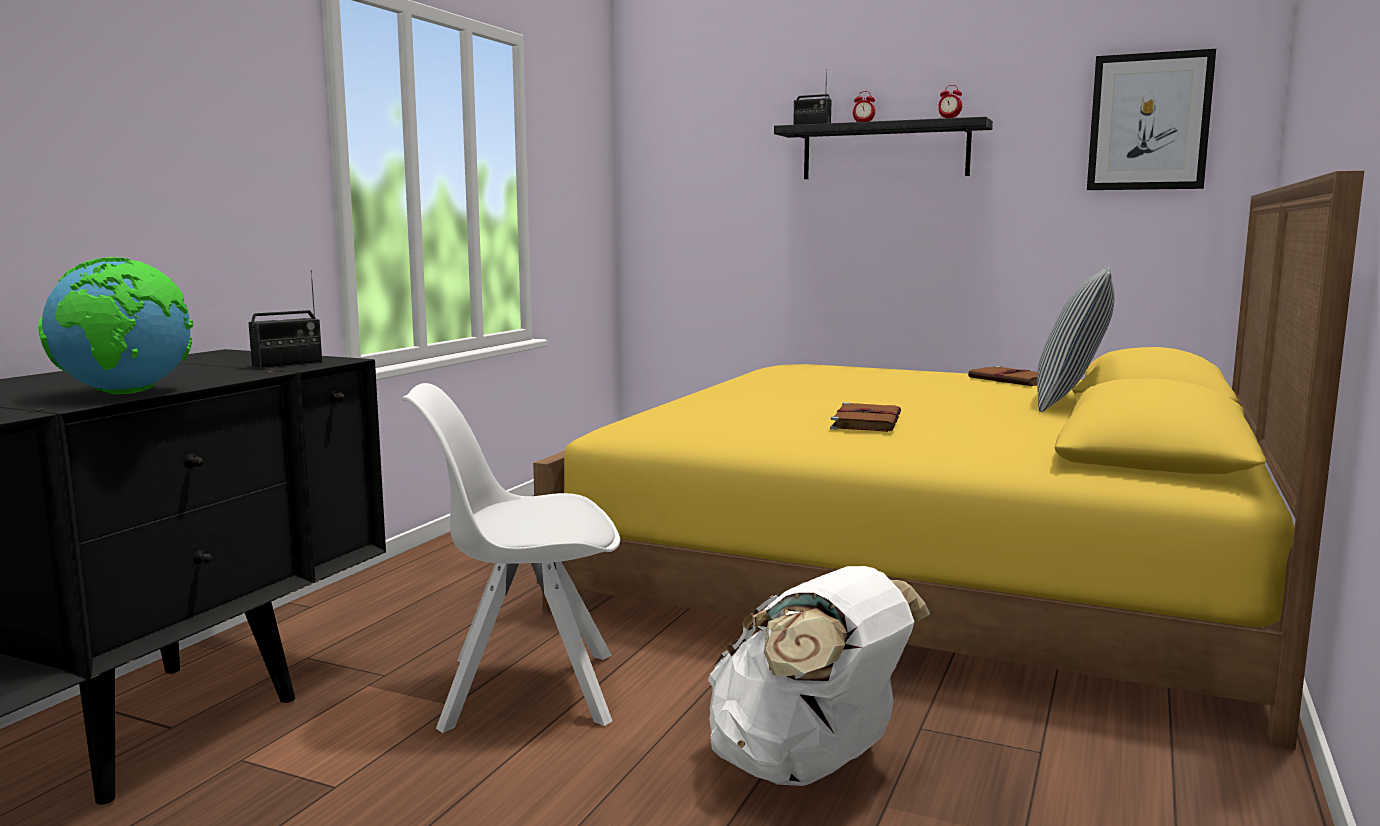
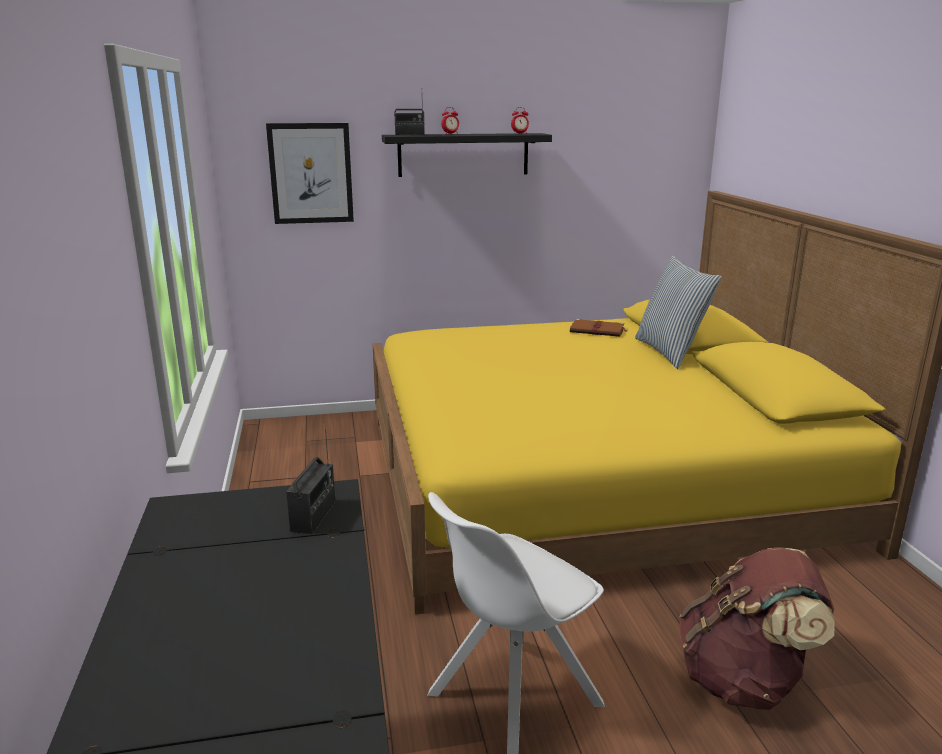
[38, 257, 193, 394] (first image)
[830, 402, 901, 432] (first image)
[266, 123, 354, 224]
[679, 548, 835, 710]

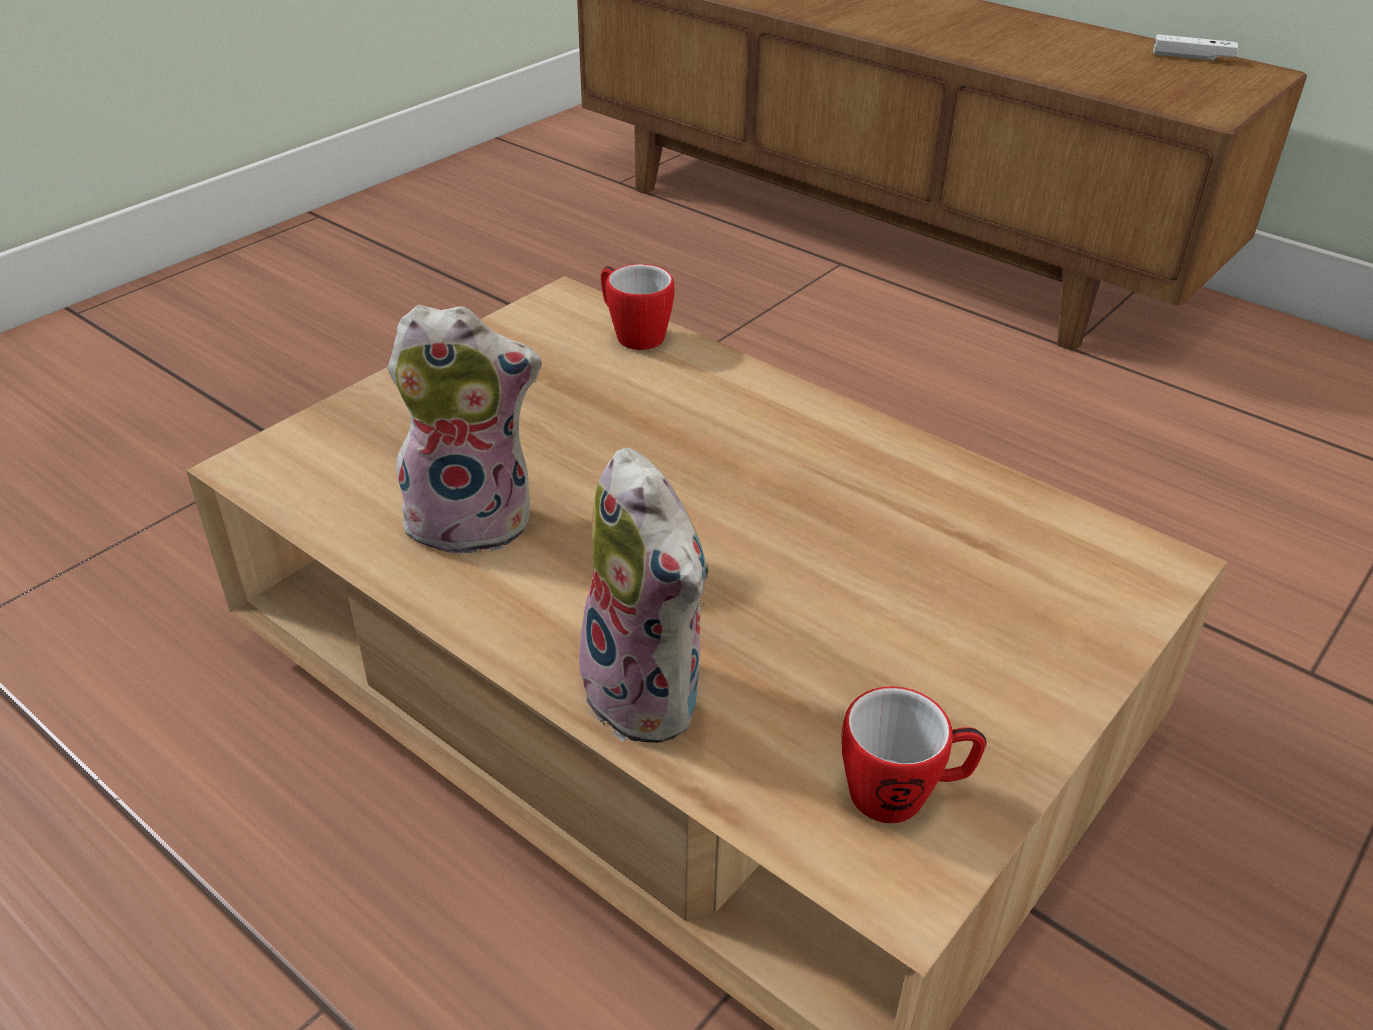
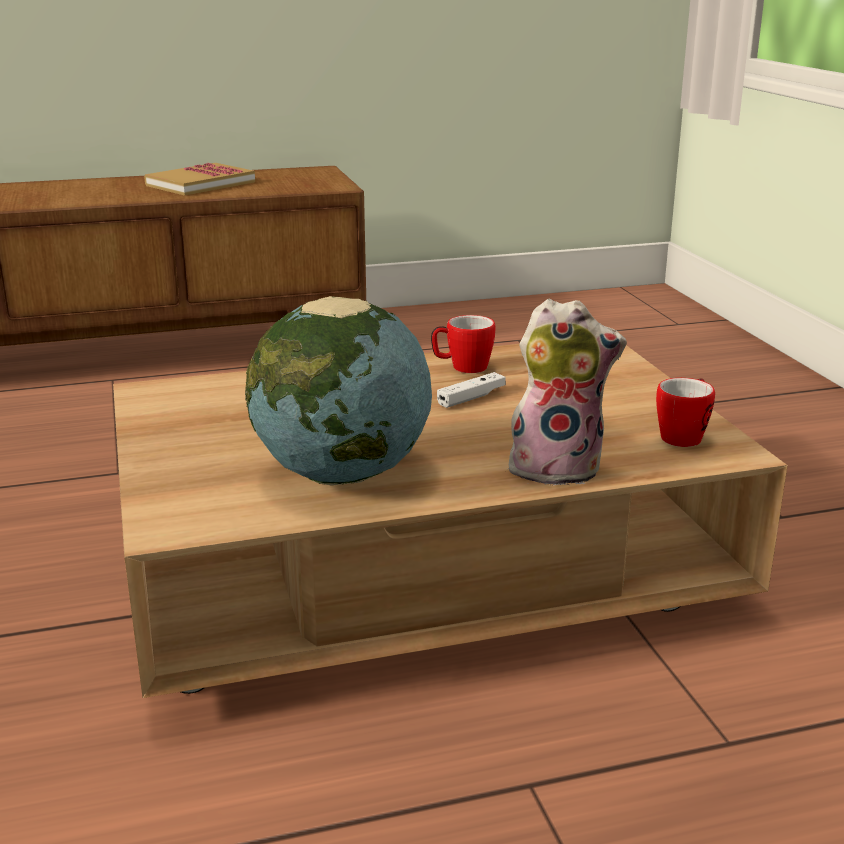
[144, 163, 255, 196]
[431, 315, 495, 373]
[437, 372, 506, 408]
[245, 296, 432, 486]

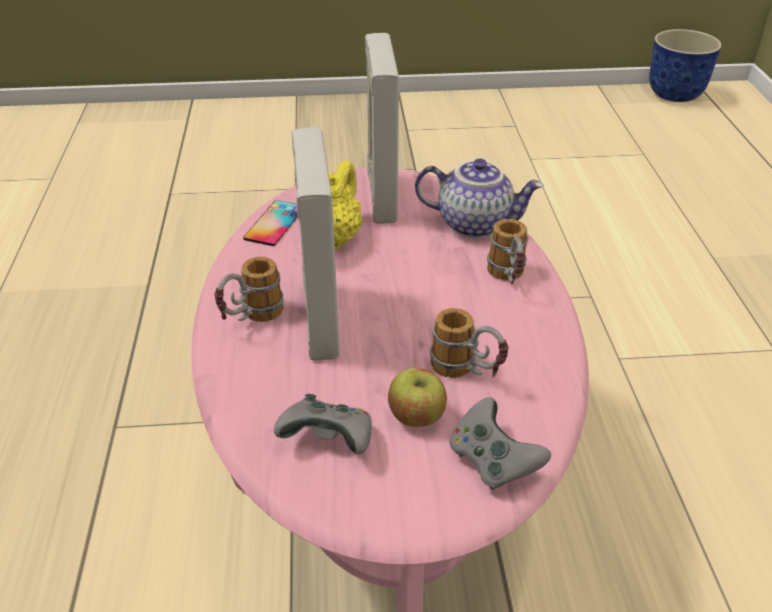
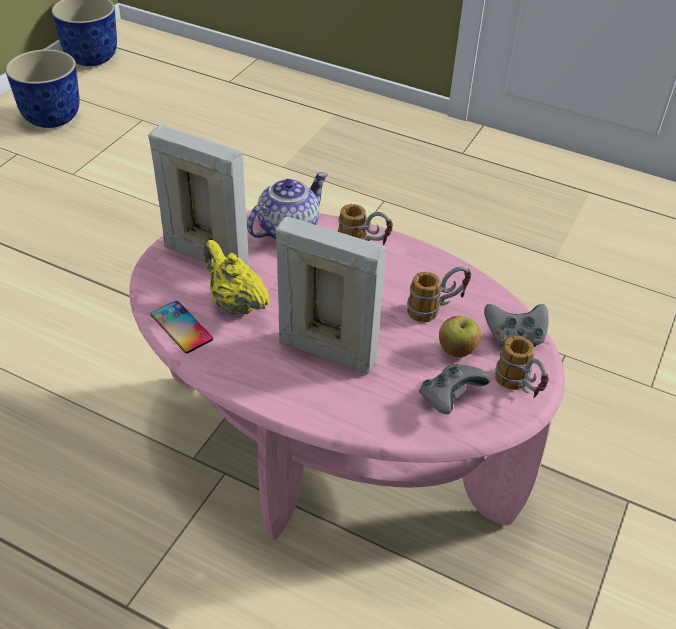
[5, 49, 80, 128]
[495, 336, 549, 399]

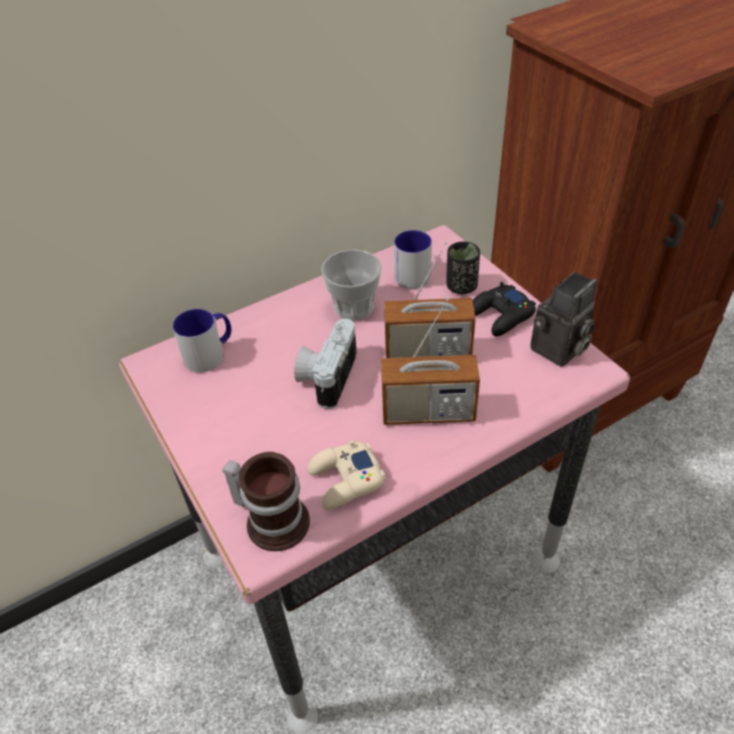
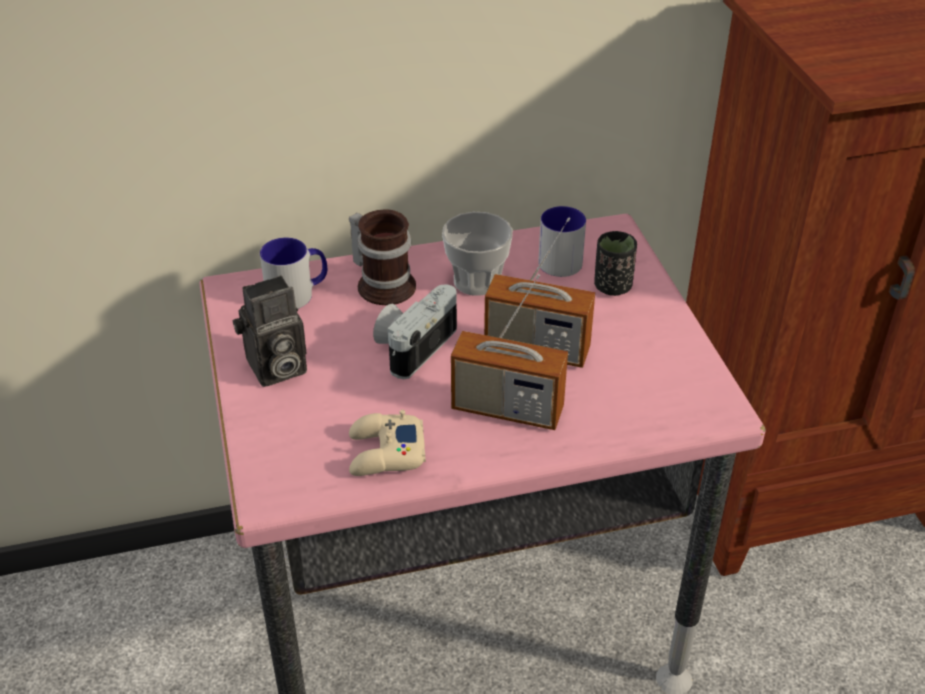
[472, 282, 536, 336] (first image)
[349, 209, 416, 305]
[233, 275, 307, 387]

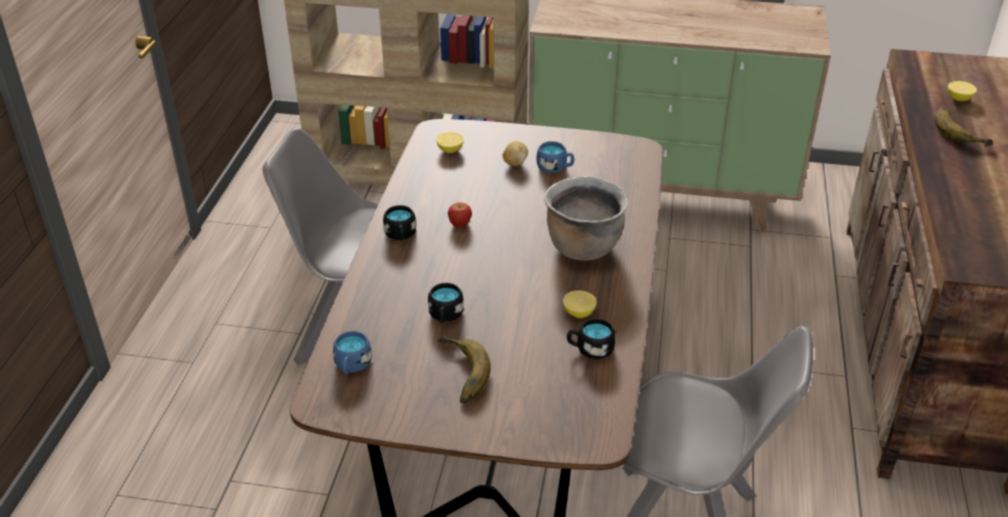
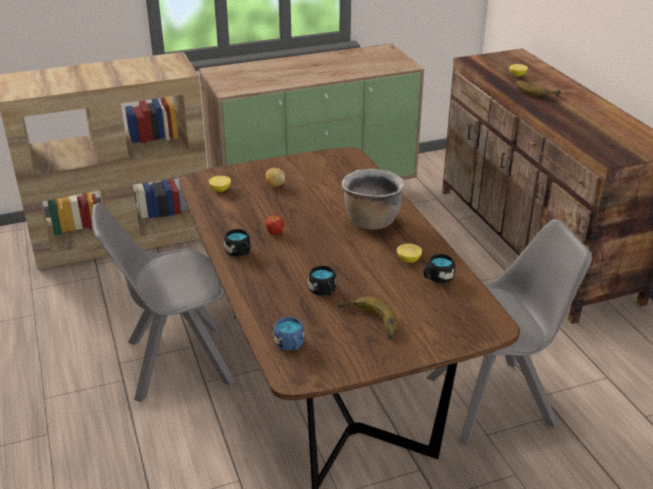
[537, 141, 574, 173] (first image)

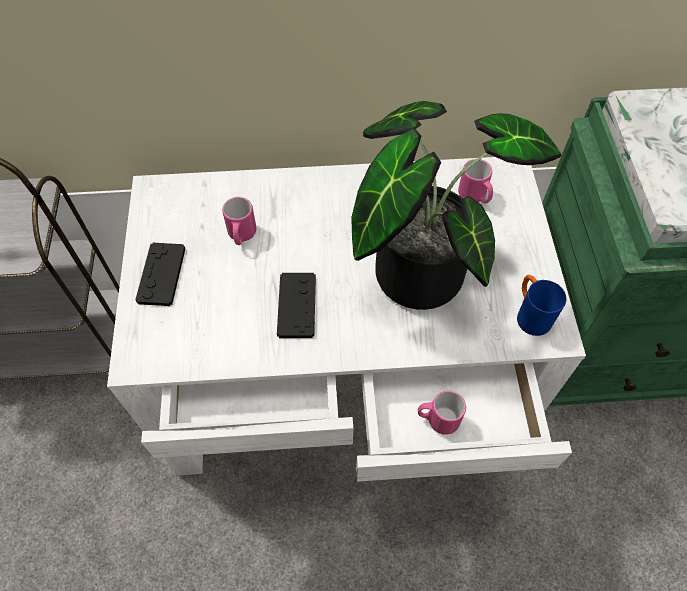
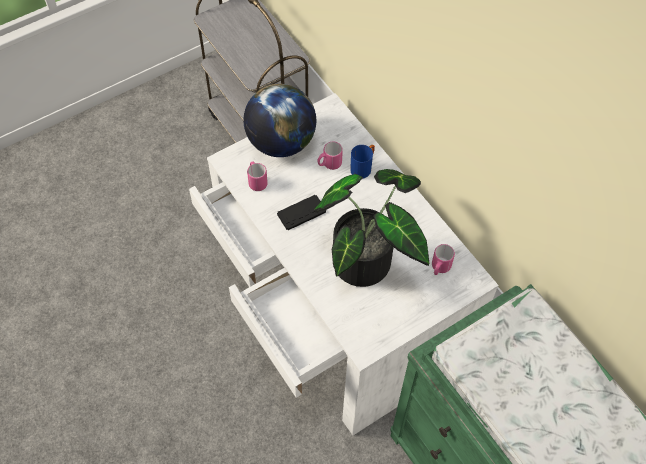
[247, 161, 268, 191]
[350, 145, 375, 179]
[243, 84, 316, 157]

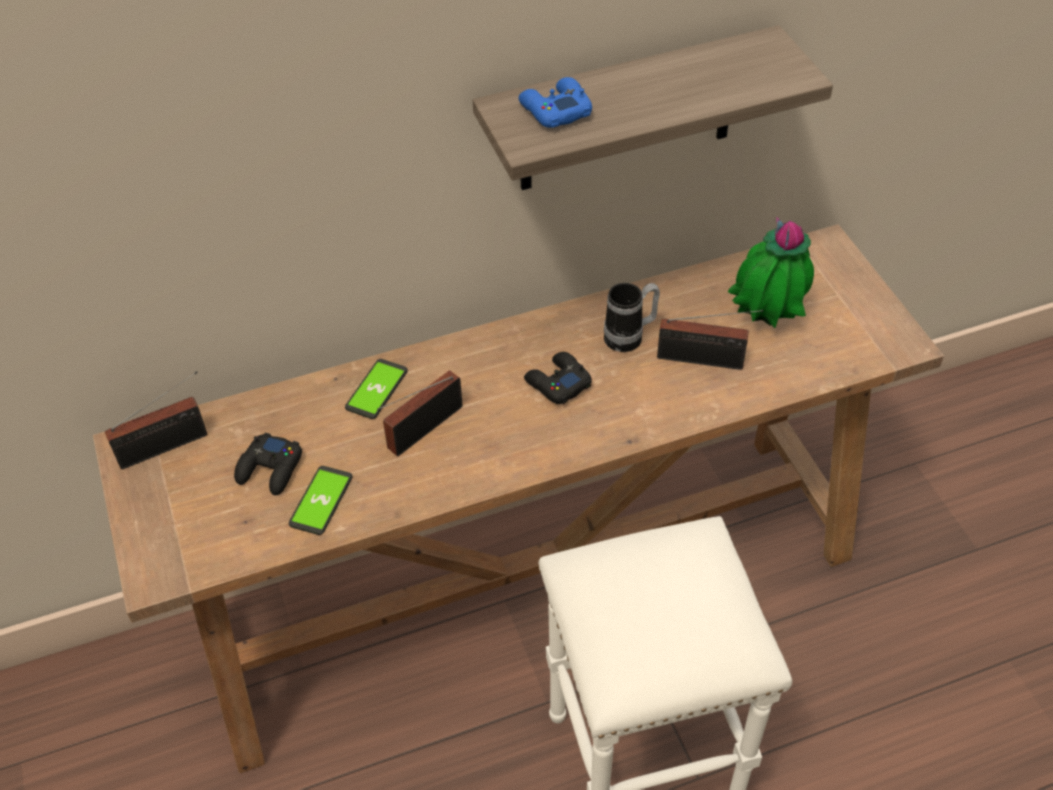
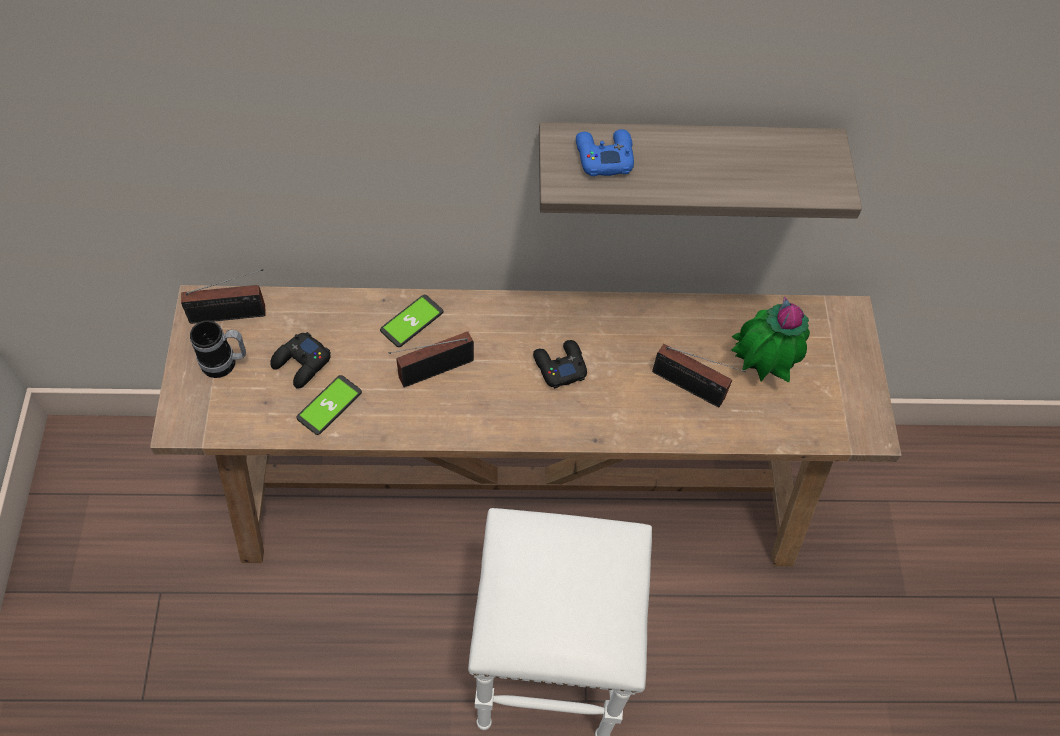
[190, 320, 246, 378]

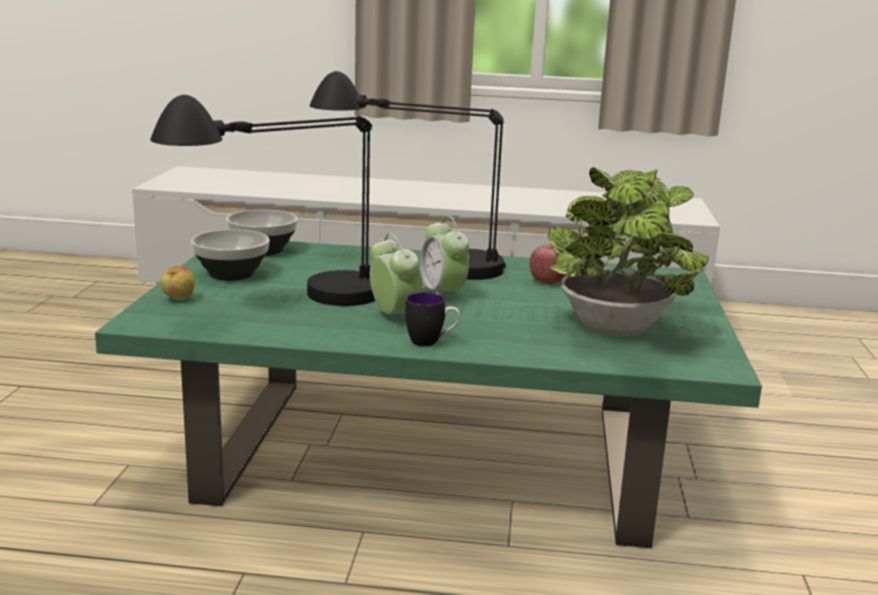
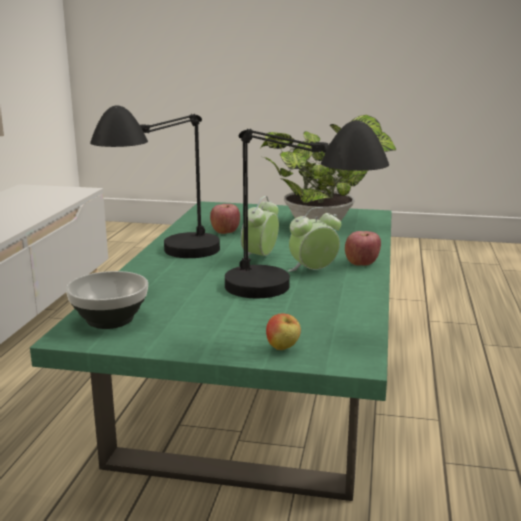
[191, 229, 269, 281] (first image)
[345, 231, 381, 266]
[241, 196, 279, 256]

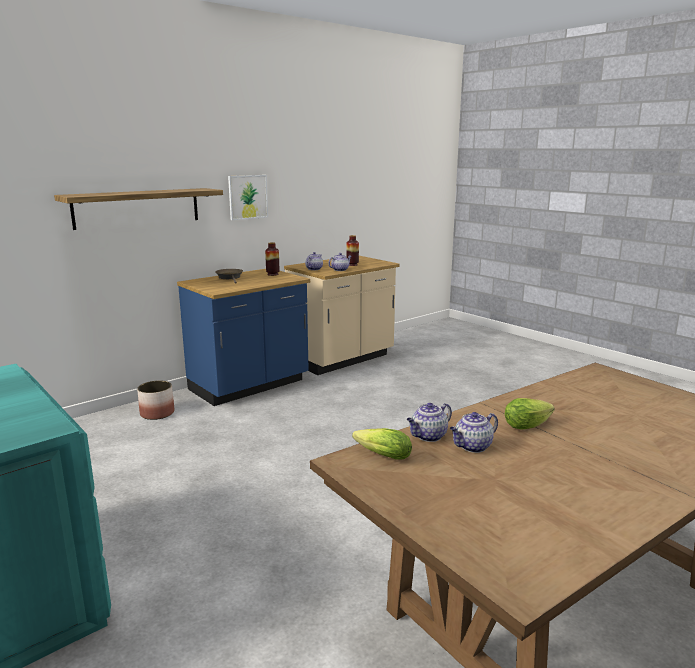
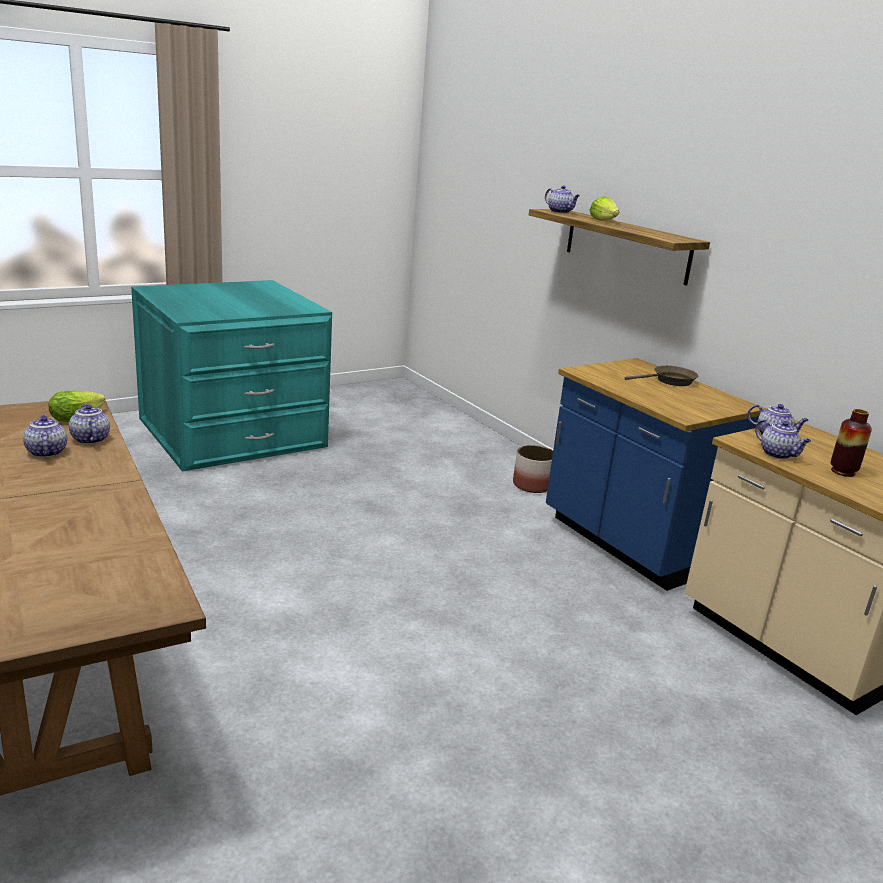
[228, 175, 268, 220] (first image)
[265, 242, 279, 276] (first image)
[545, 185, 580, 214]
[590, 196, 619, 220]

